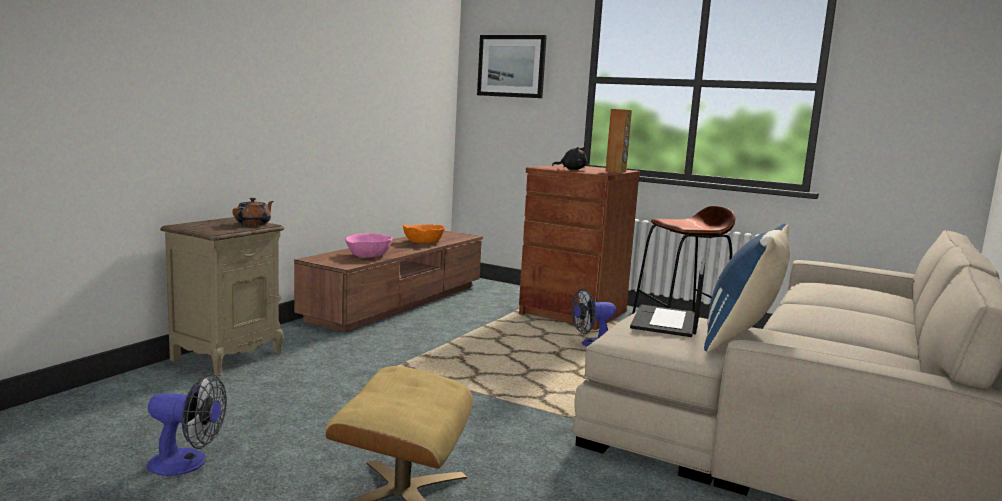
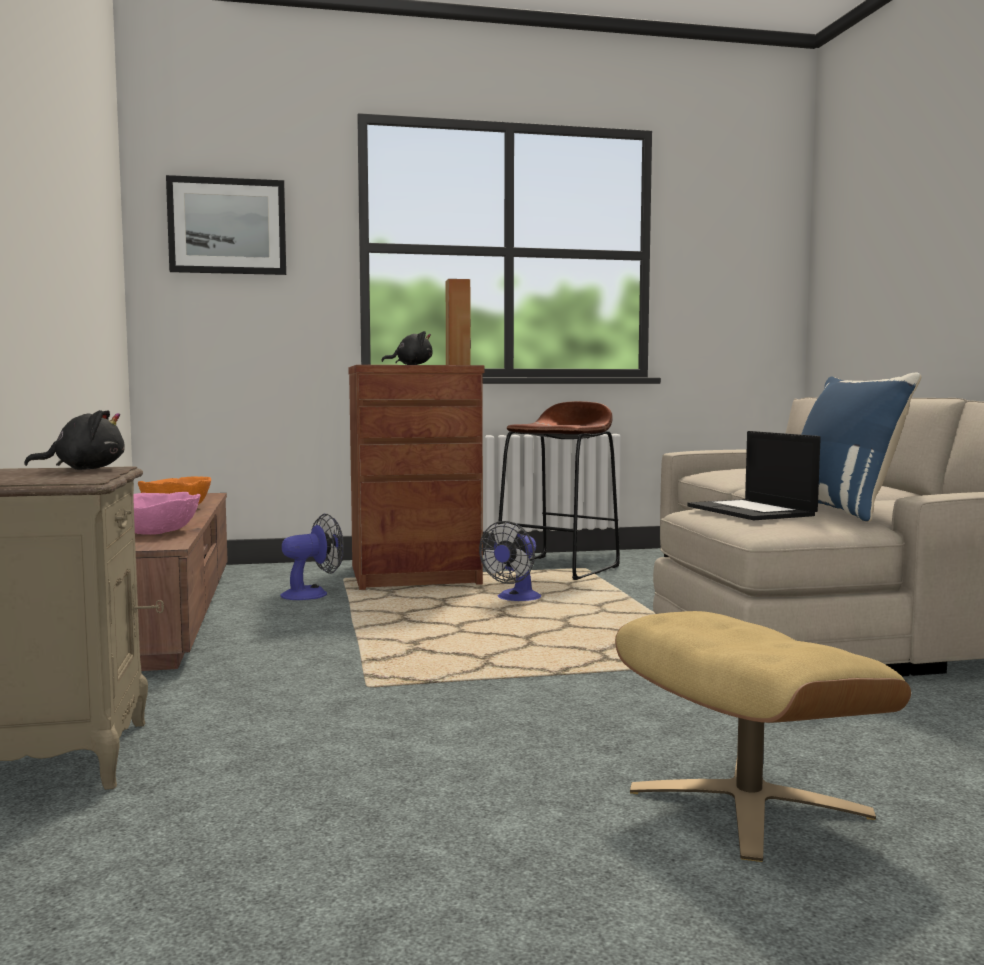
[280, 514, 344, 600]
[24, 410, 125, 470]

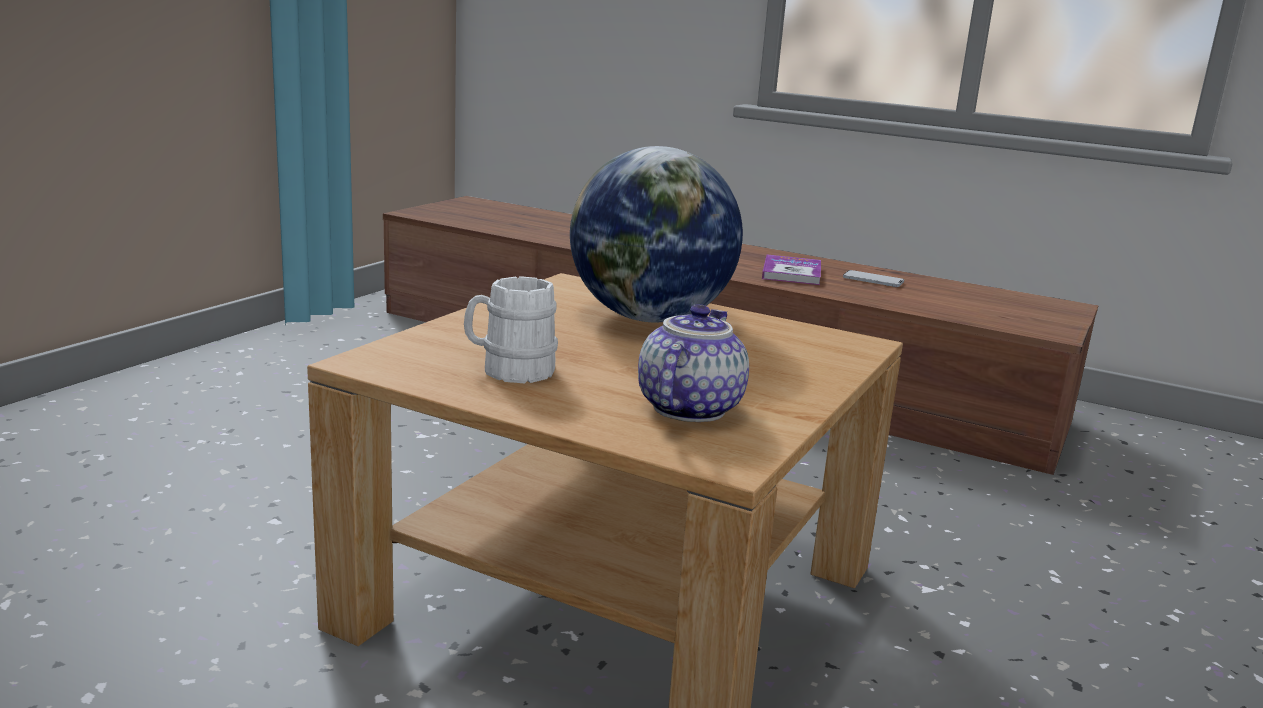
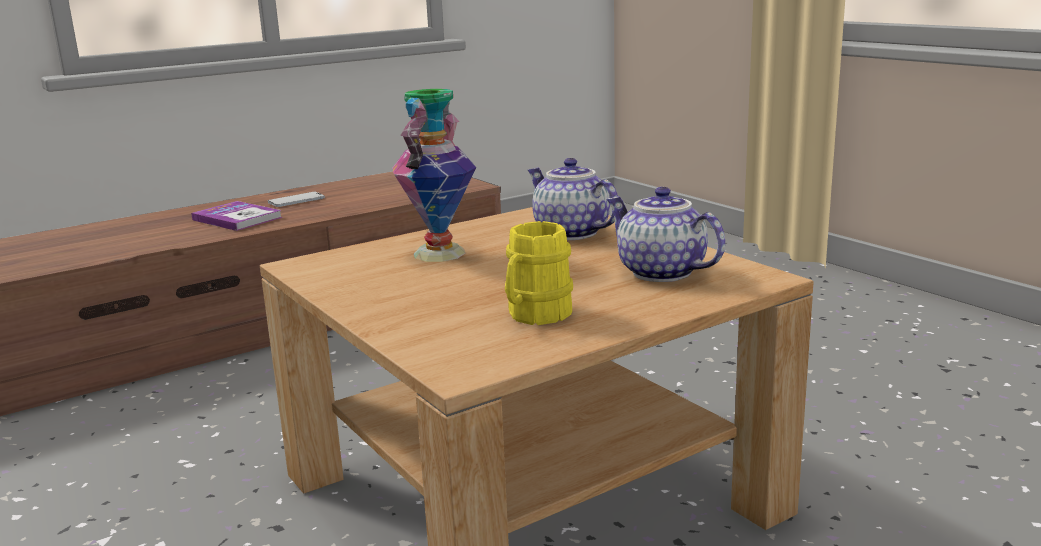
[528, 158, 618, 240]
[392, 89, 476, 262]
[505, 221, 573, 325]

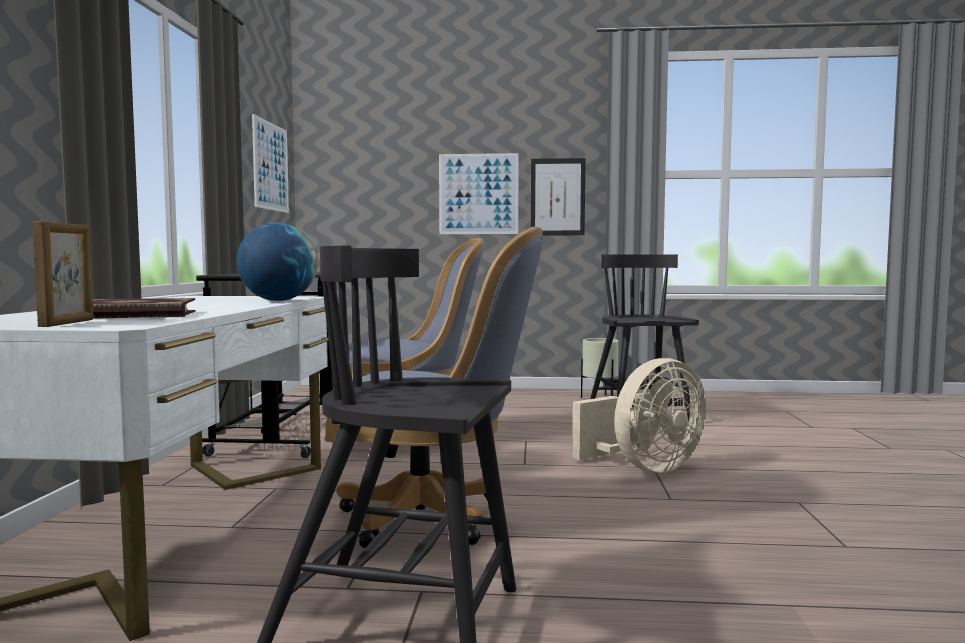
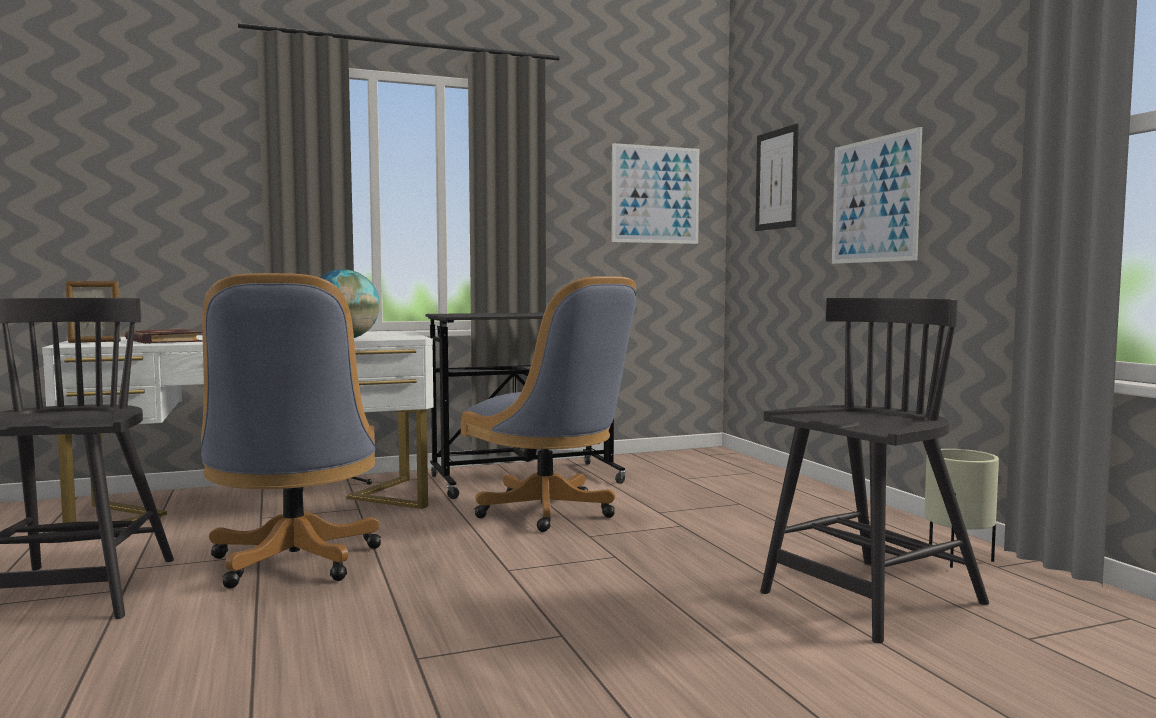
[572, 358, 706, 473] (first image)
[755, 124, 799, 231]

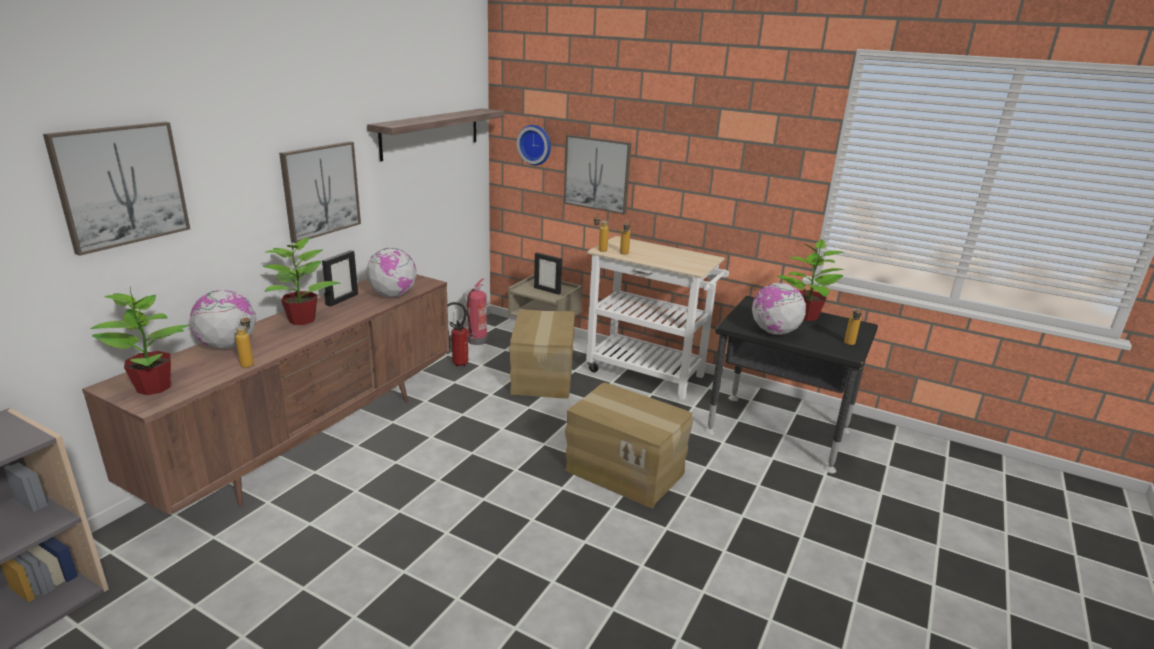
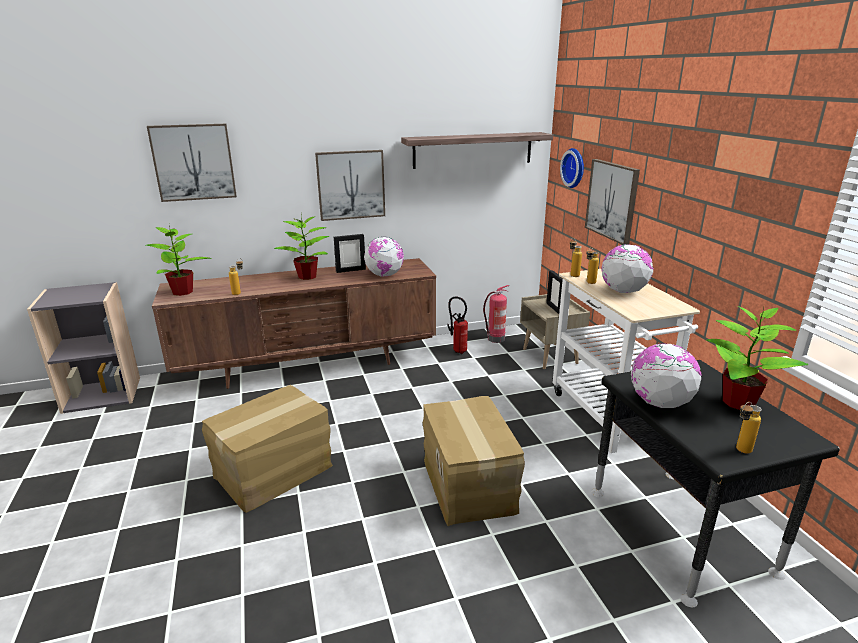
[601, 244, 653, 293]
[202, 385, 333, 513]

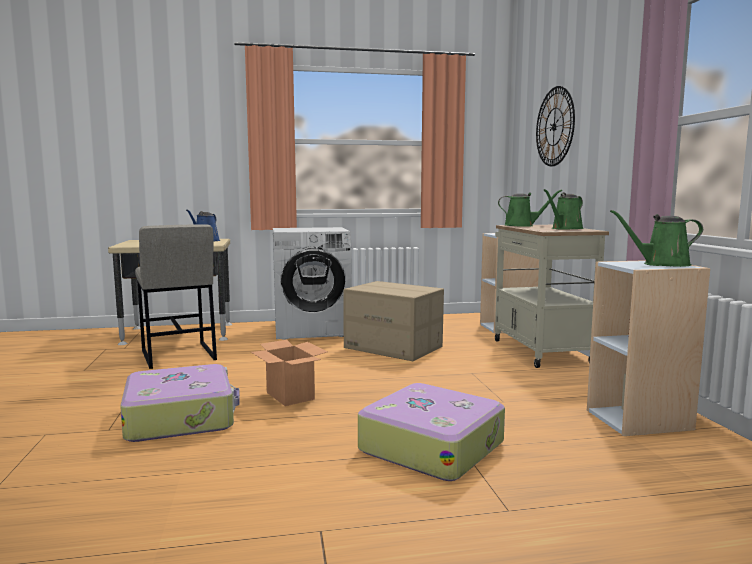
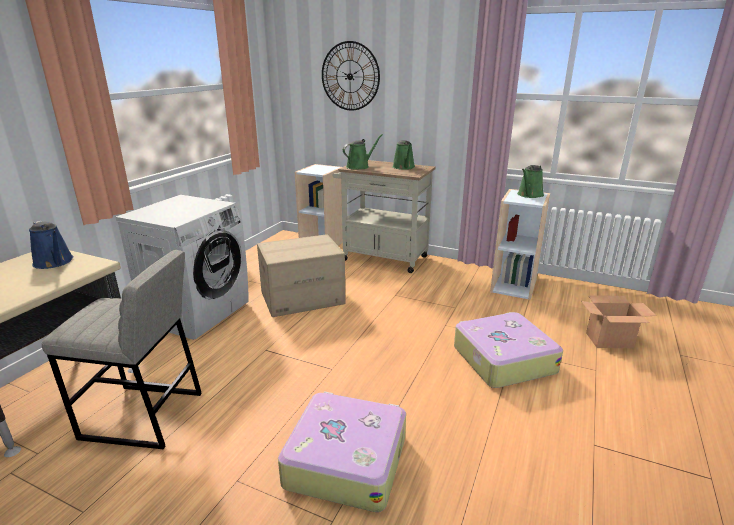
[581, 295, 656, 348]

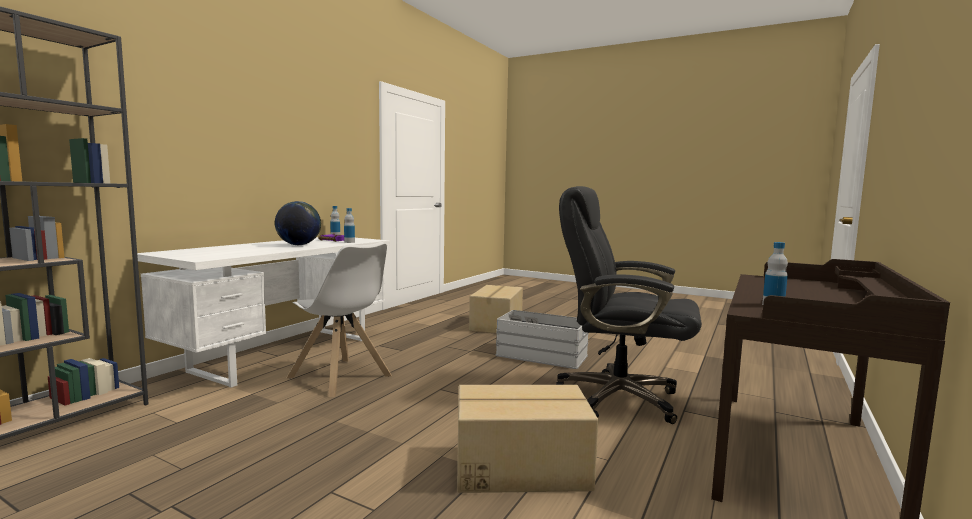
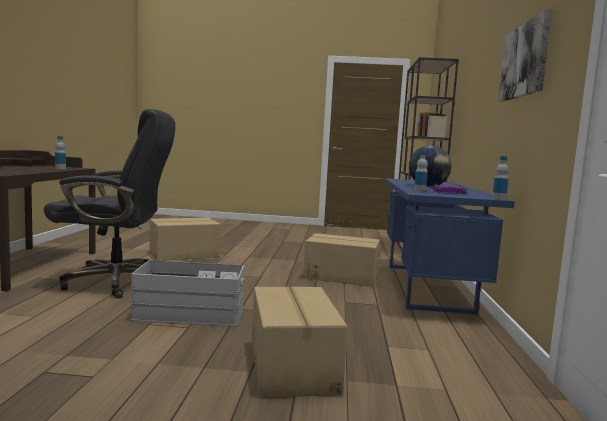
[498, 9, 552, 102]
[303, 233, 380, 287]
[385, 178, 515, 315]

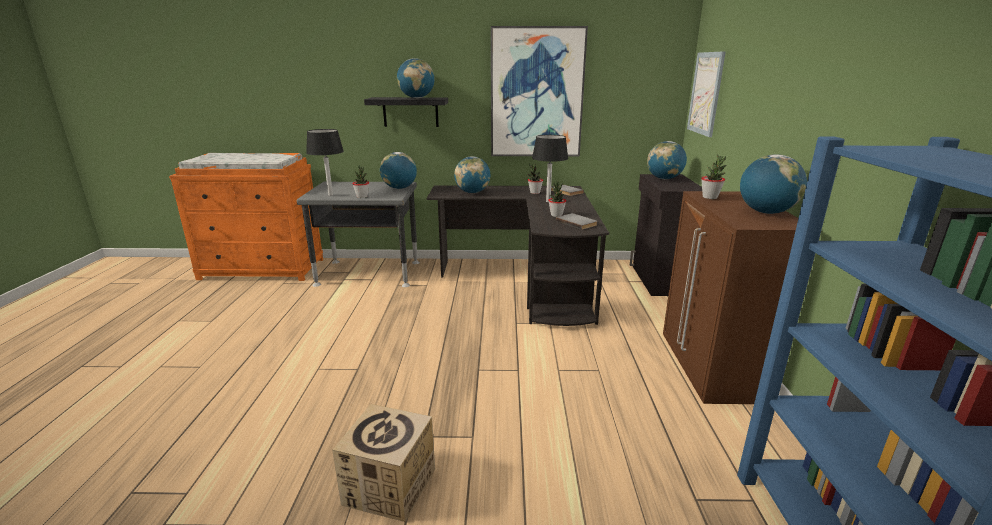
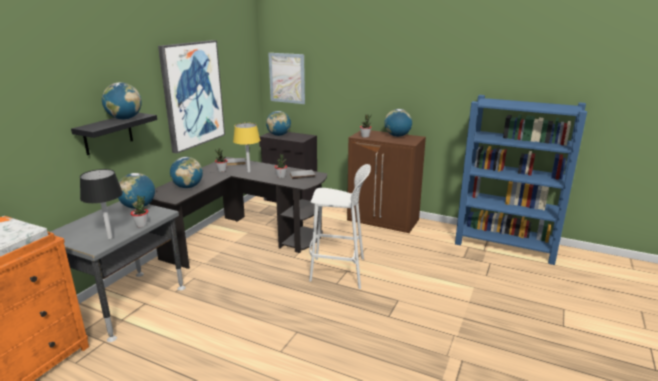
[332, 404, 435, 522] (first image)
[309, 164, 371, 289]
[233, 123, 260, 173]

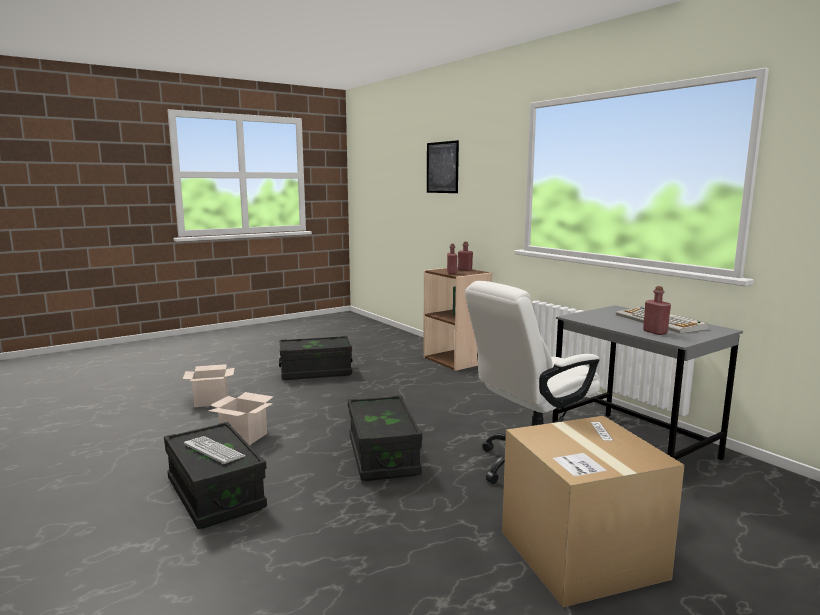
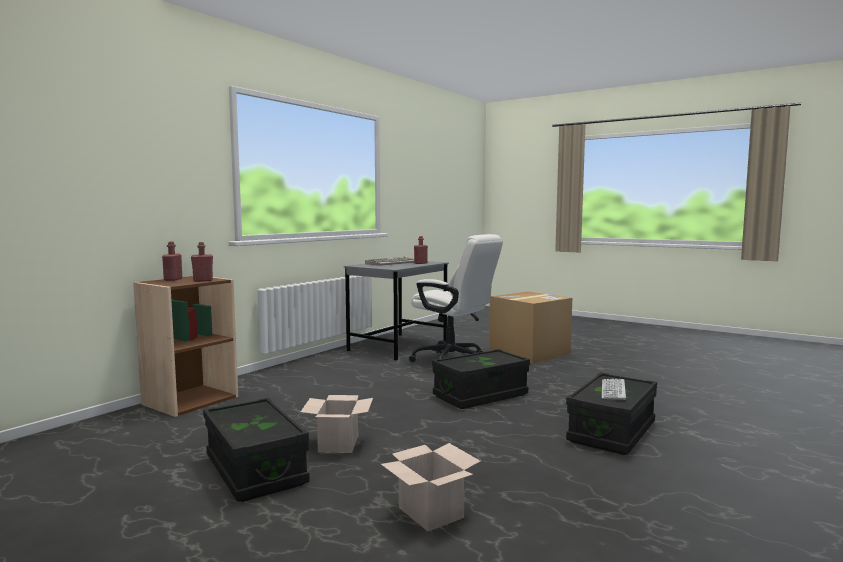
[427, 140, 459, 193] (first image)
[301, 395, 373, 453]

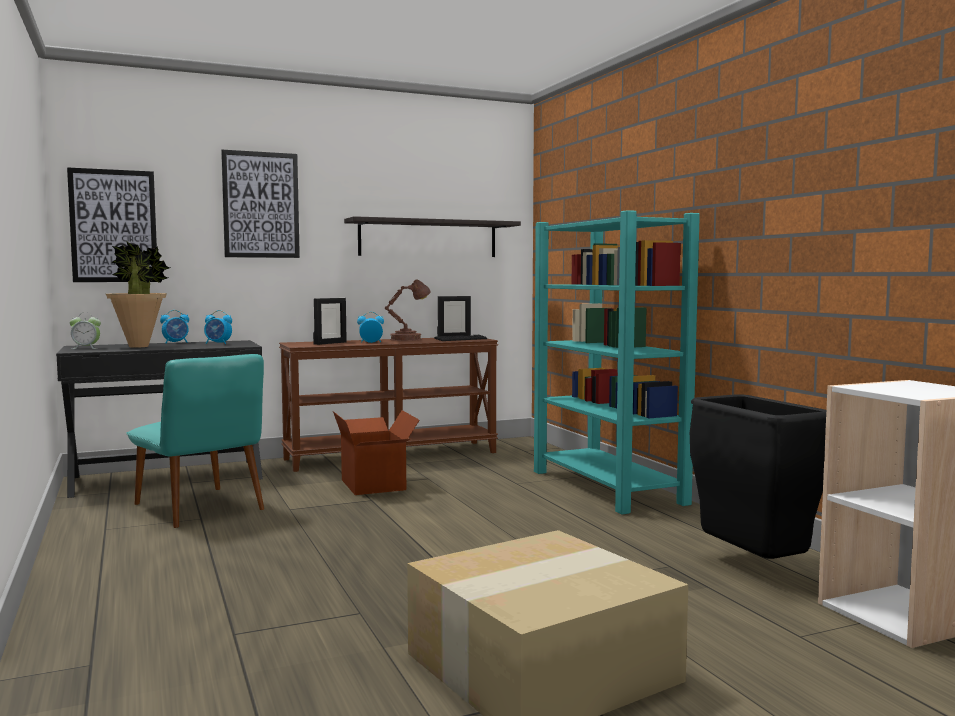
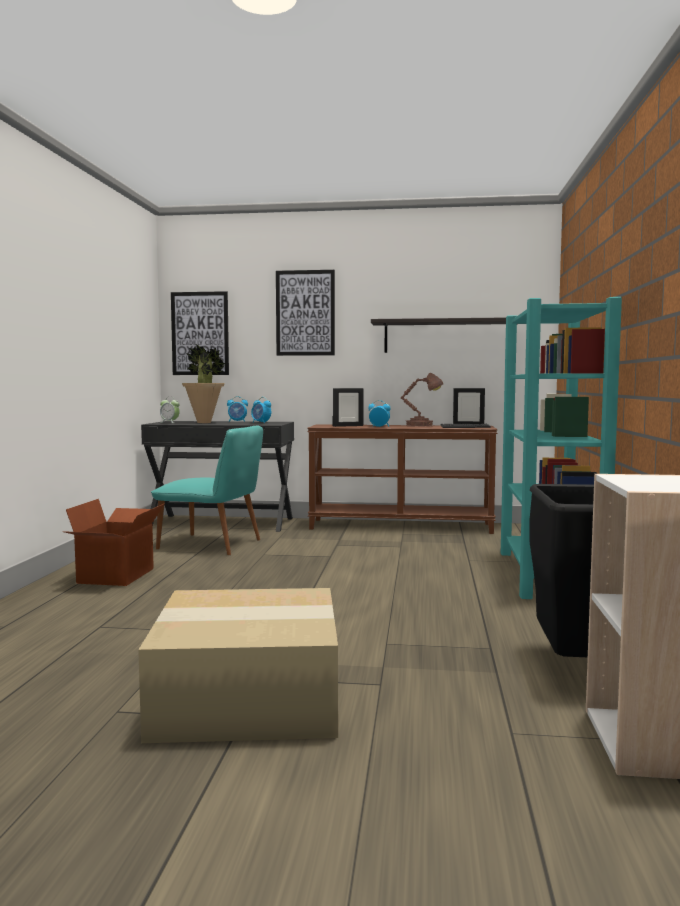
[63, 499, 165, 586]
[151, 425, 263, 555]

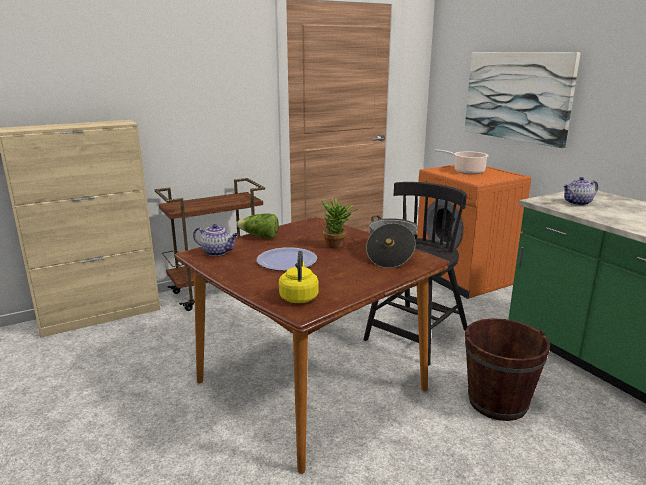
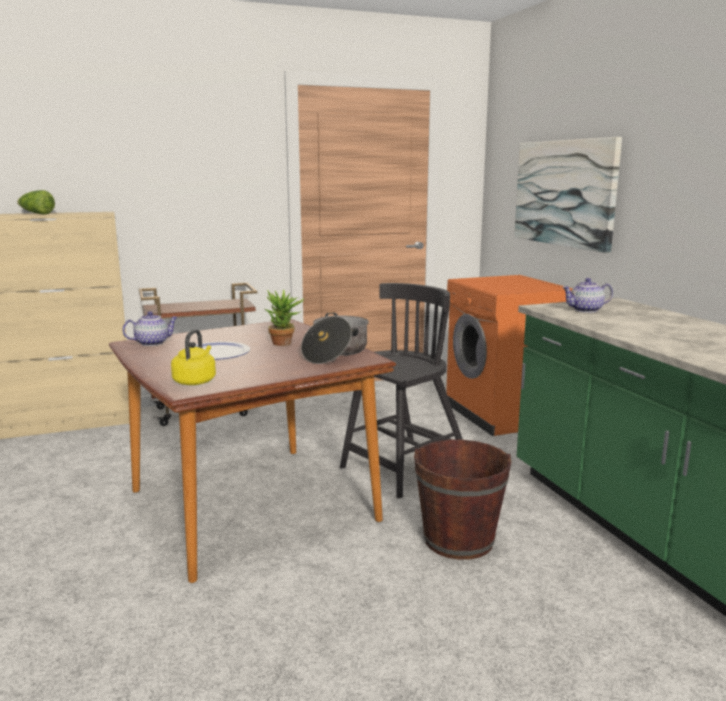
[435, 149, 489, 174] (first image)
[17, 190, 55, 214]
[122, 311, 178, 346]

